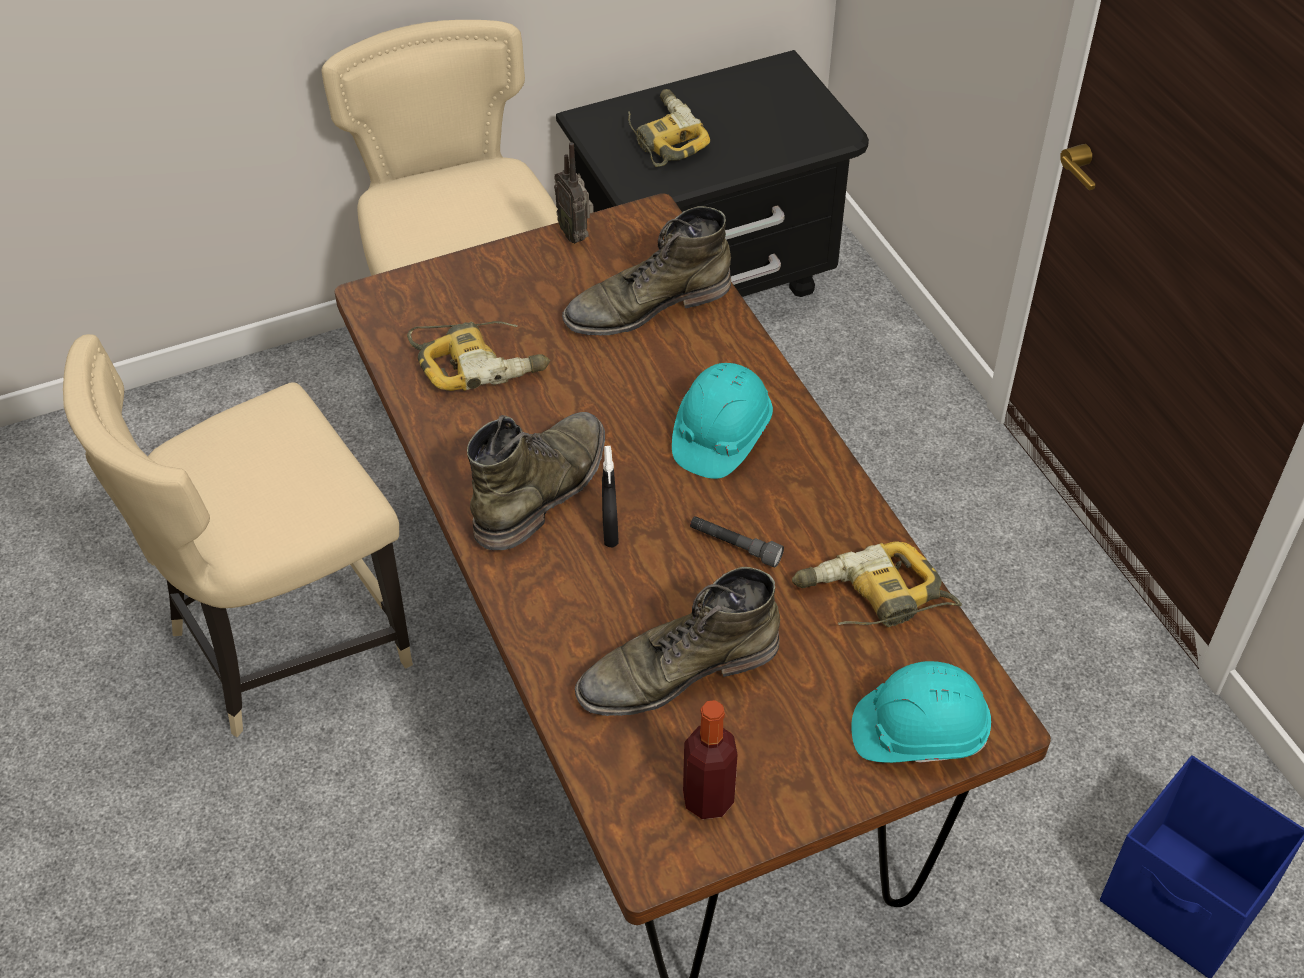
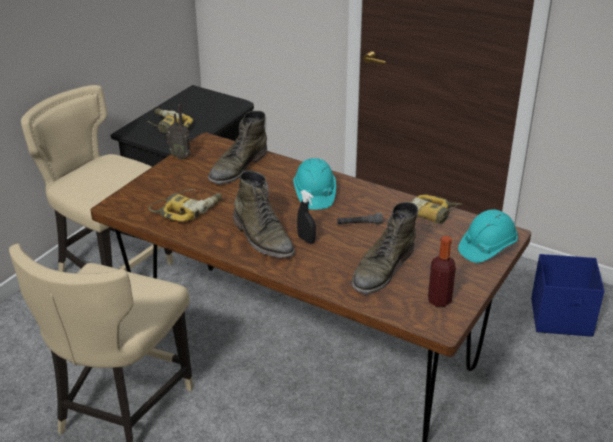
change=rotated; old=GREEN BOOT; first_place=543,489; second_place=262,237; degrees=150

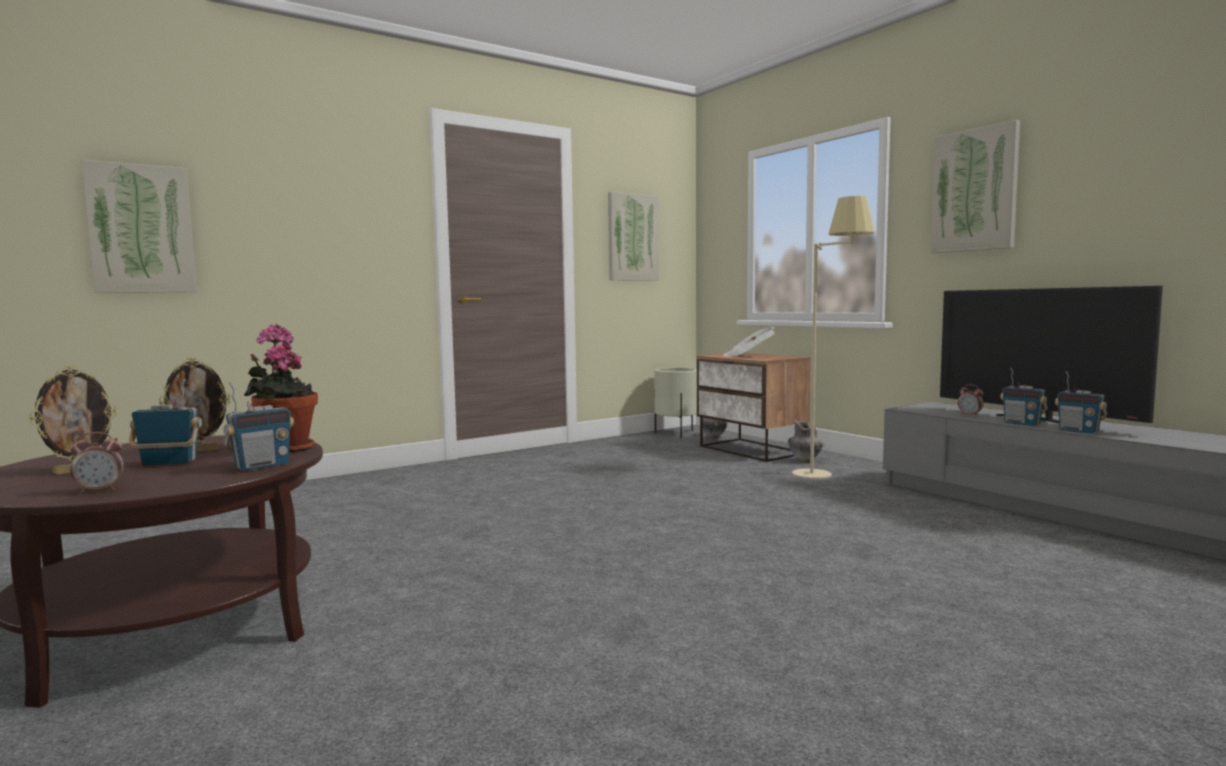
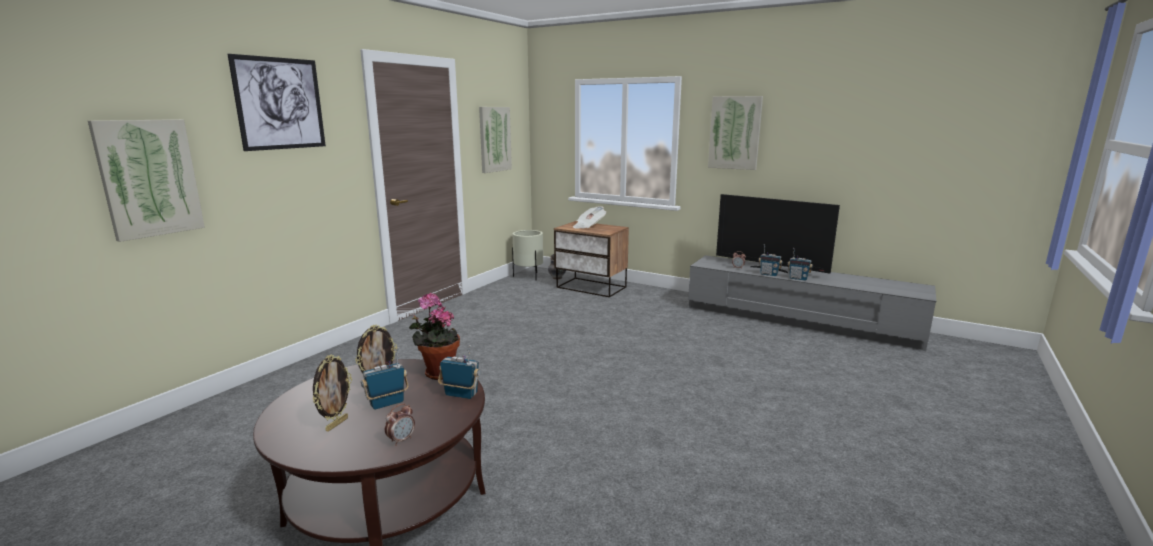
change=gone; old=BEIGE FLOOR LAMP; first_place=830,474
change=rotated; old=RADIO; first_place=262,466; second_place=461,395; degrees=-90
change=gone; old=GREY VASE; first_place=805,461
change=new; new=PICTURE; second_place=280,103

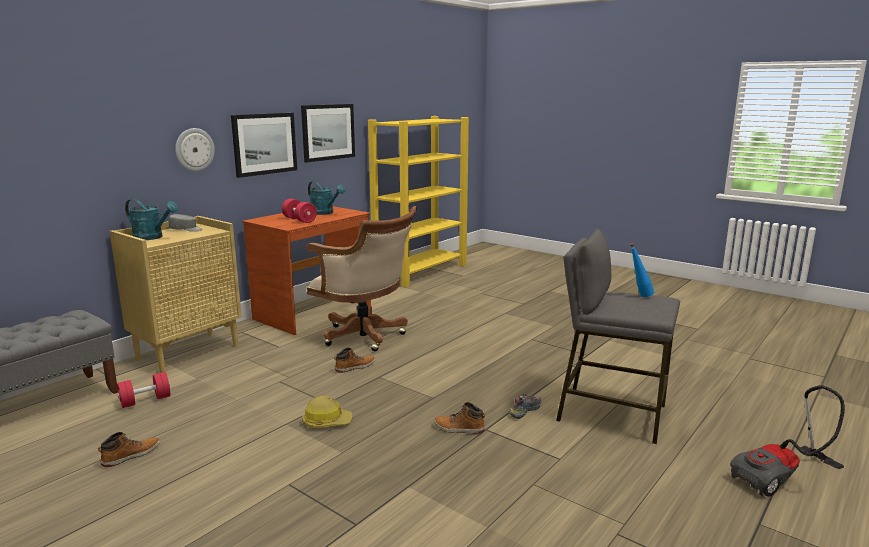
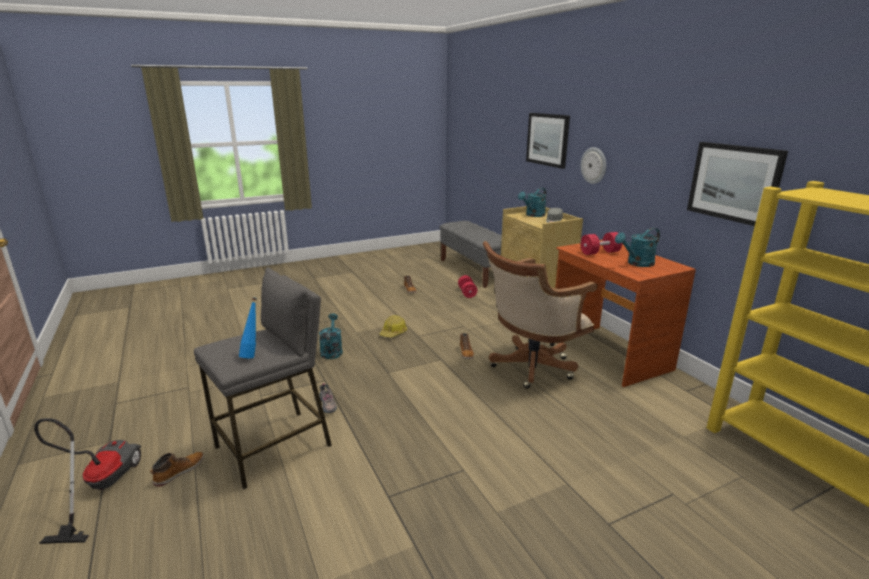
change=shifted; old=PICTURE; first_place=264,144; second_place=547,139
change=shifted; old=BOOT; first_place=459,429; second_place=179,471
change=new; new=TURQUOISE WATERING CAN; second_place=331,351

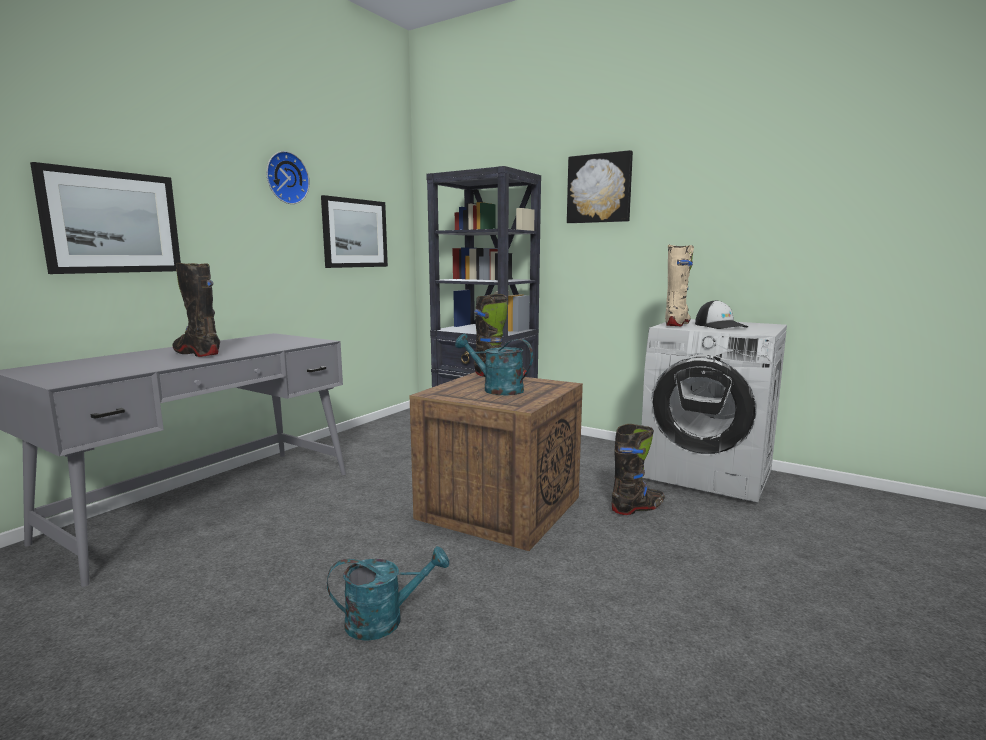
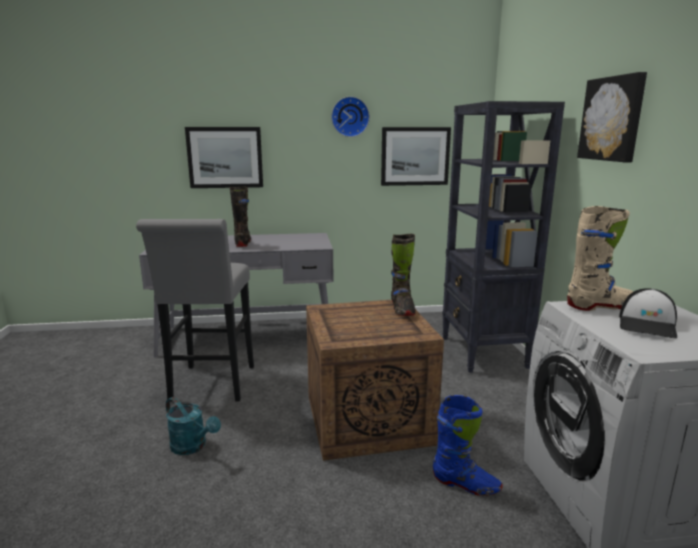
change=gone; old=TURQUOISE WATERING CAN; first_place=496,389
change=repainted; old=BLACK BOOT; new=BLUE BOOT; first_place=638,508; second_place=465,484
change=new; new=GREY STOOL; second_place=211,386

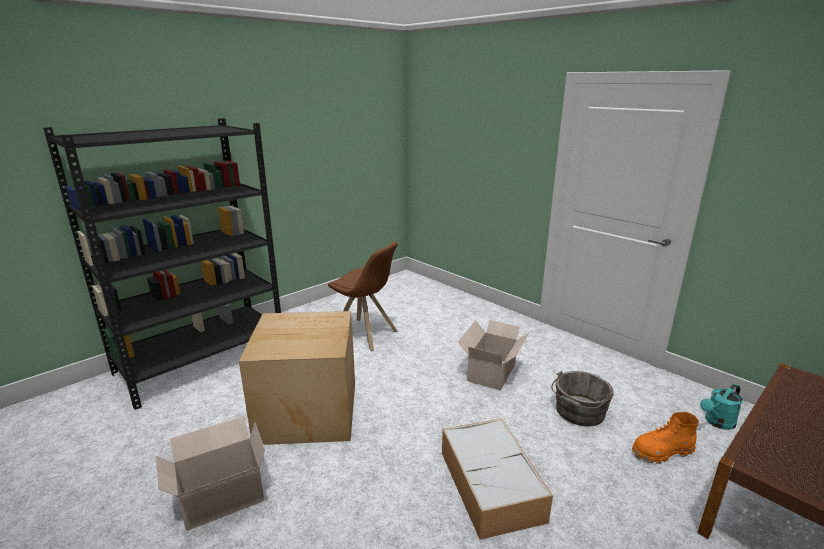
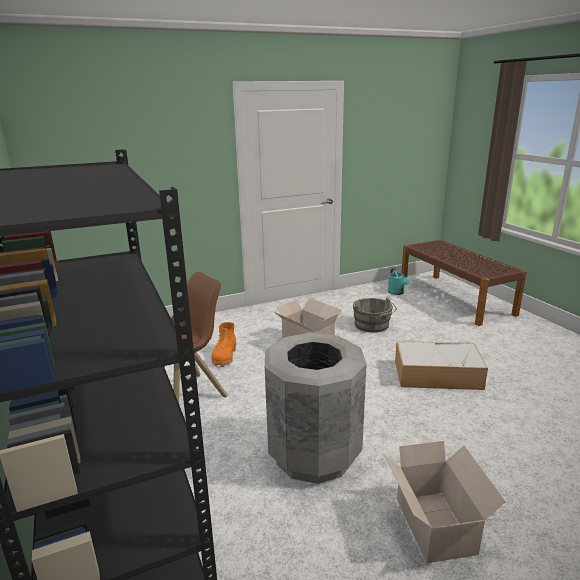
change=swapped; old=CARDBOARD BOX; new=GREY TRASH CAN; first_place=307,411; second_place=313,454
change=shifted; old=ORANGE BOOT; first_place=661,452; second_place=224,356

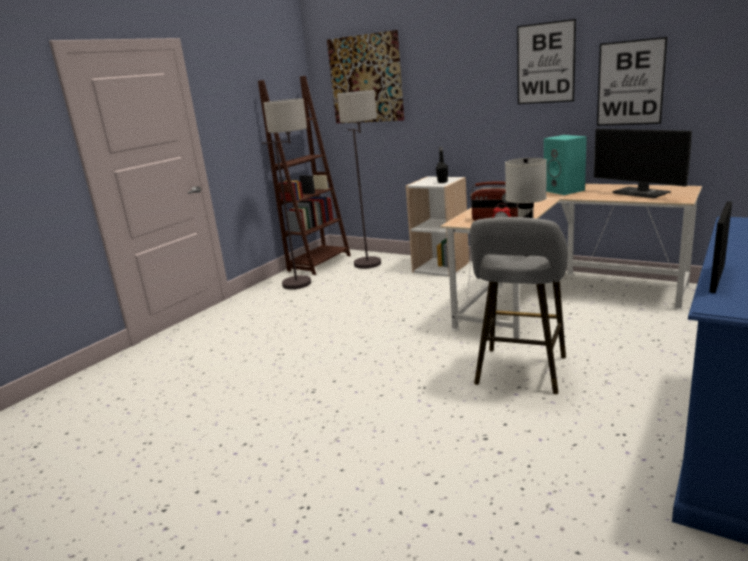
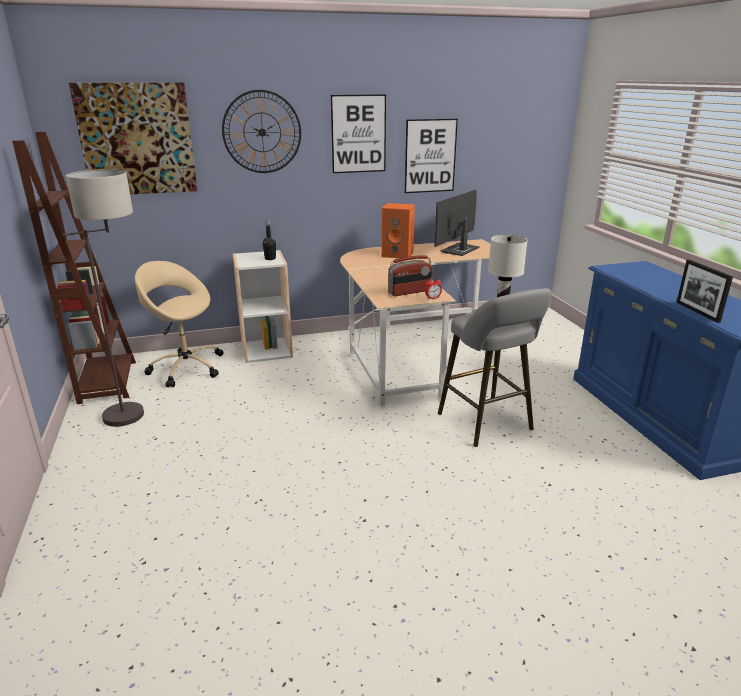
change=swapped; old=GREY FLOOR LAMP; new=BEIGE OFFICE CHAIR; first_place=371,266; second_place=185,368
change=rotated; old=MONITOR; first_place=642,193; second_place=459,250; degrees=120
change=repainted; old=TURQUOISE SPEAKER; new=ORANGE SPEAKER; first_place=565,190; second_place=398,254
change=new; new=WALL CLOCK; second_place=262,132

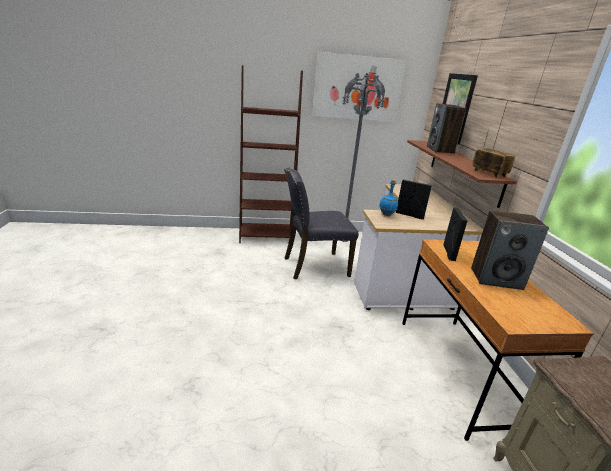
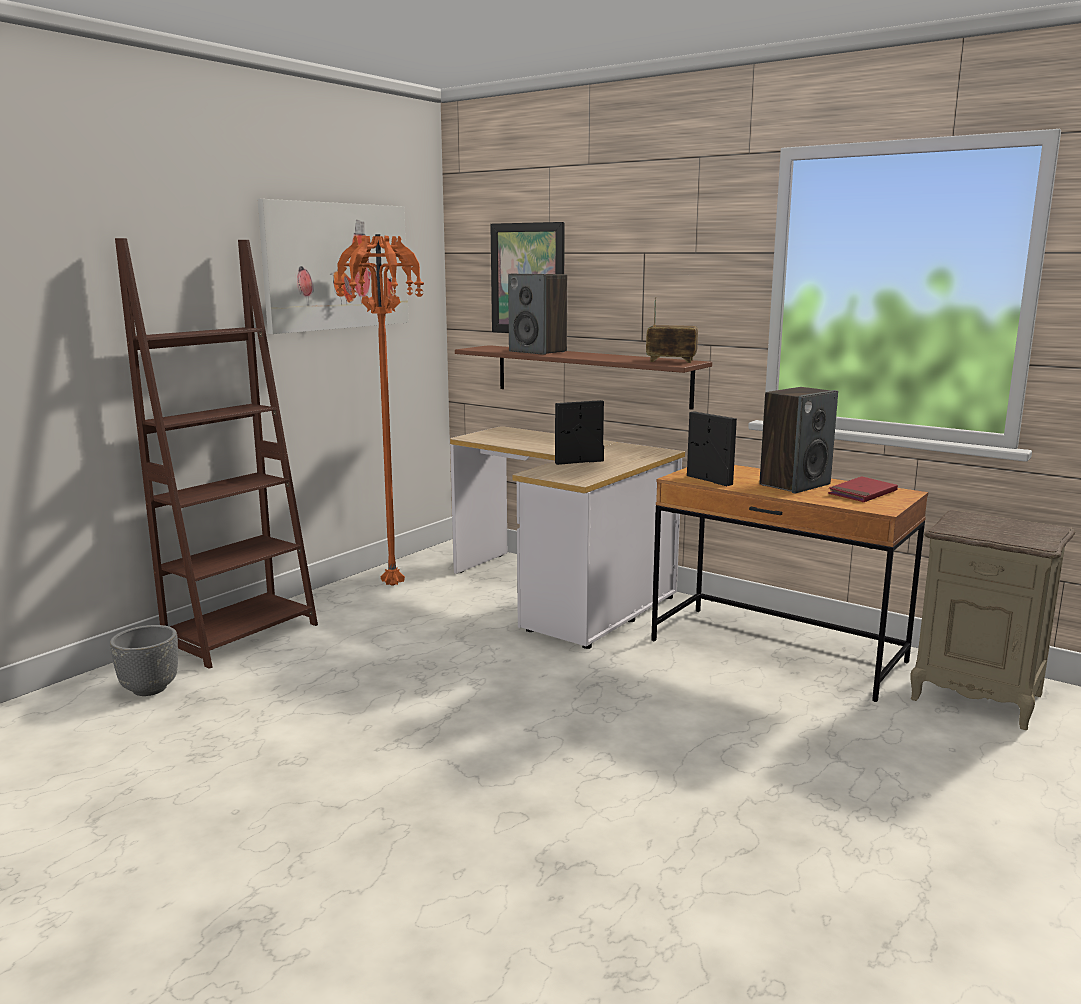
change=repainted; old=GREY FLOOR LAMP; new=ORANGE FLOOR LAMP; first_place=343,242; second_place=394,586
change=gone; old=GREY CHAIR; first_place=314,266
change=gone; old=BLUE BOTTLE; first_place=387,215
change=new; new=RED BOOK; second_place=862,493
change=new; new=GREY PLANTER; second_place=149,689

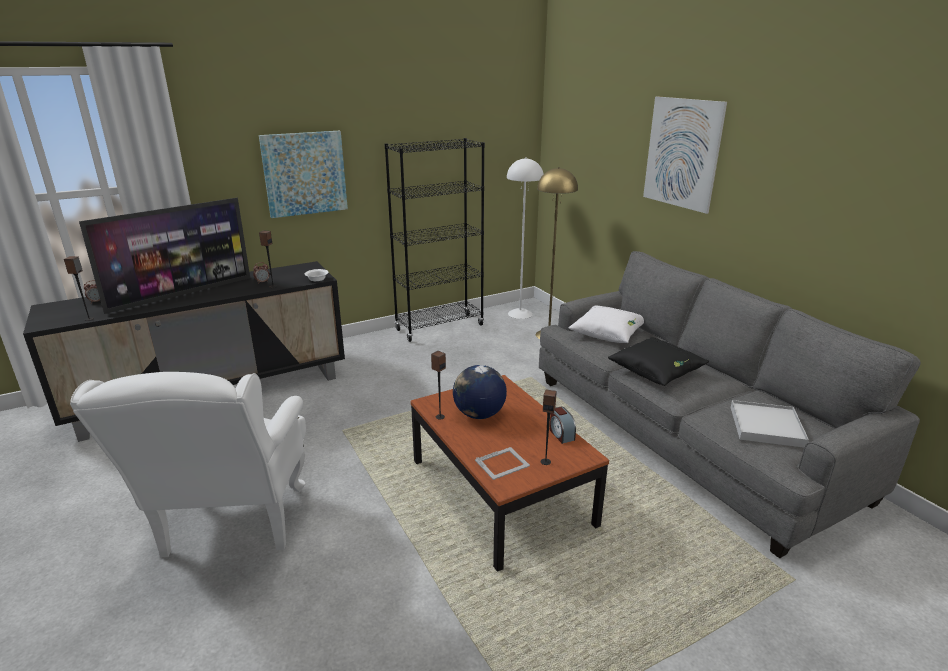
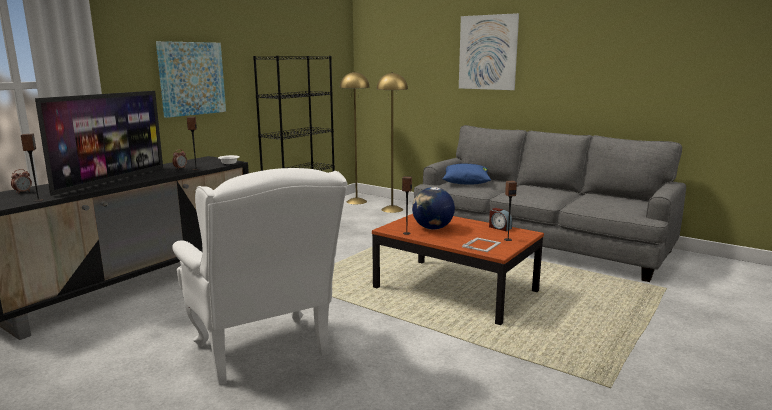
change=repainted; old=WHITE FLOOR LAMP; new=YELLOW FLOOR LAMP; first_place=520,313; second_place=356,201
change=repainted; old=WHITE PILLOW; new=BLUE PILLOW; first_place=607,334; second_place=465,182
change=gone; old=BLACK PILLOW; first_place=655,372
change=gone; old=WHITE TRAY; first_place=766,426

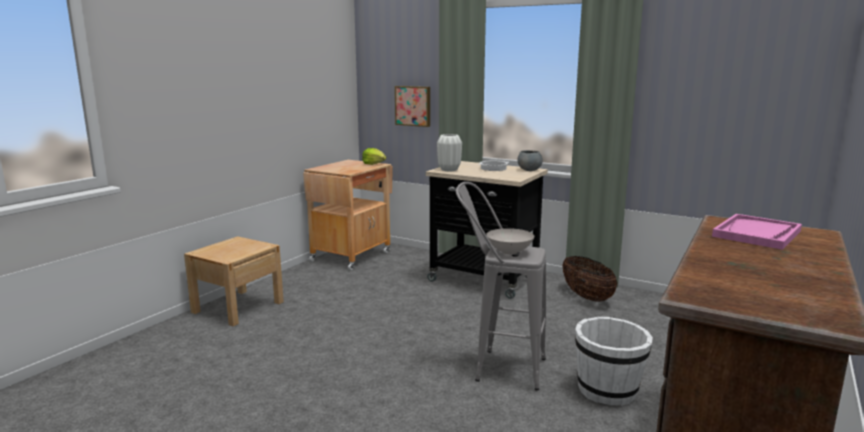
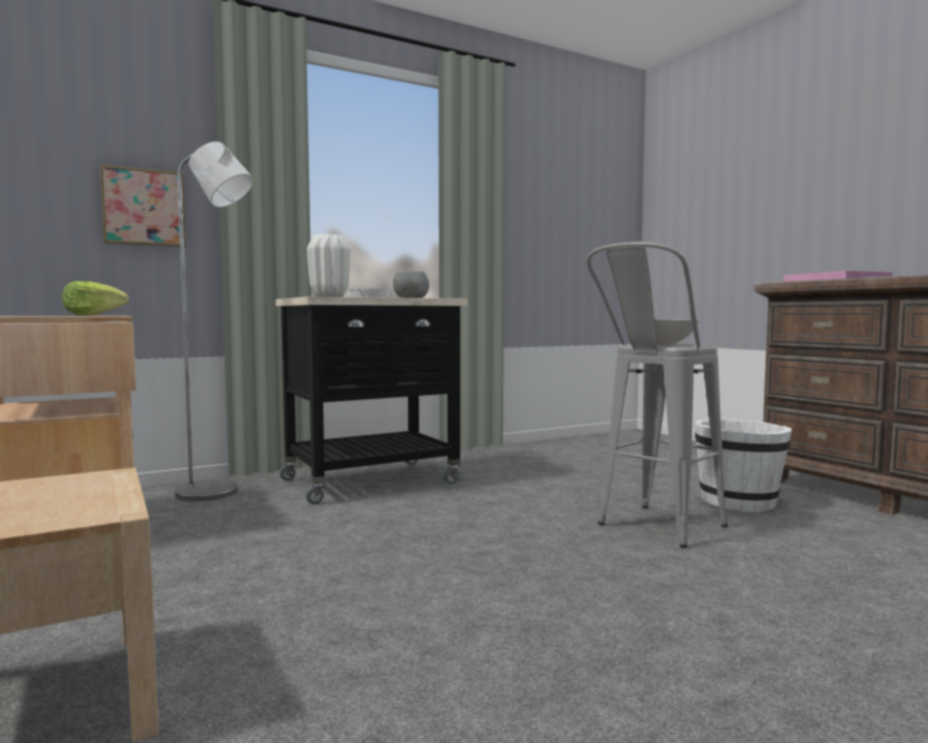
change=gone; old=BASKET; first_place=587,297
change=new; new=GREY FLOOR LAMP; second_place=218,493

